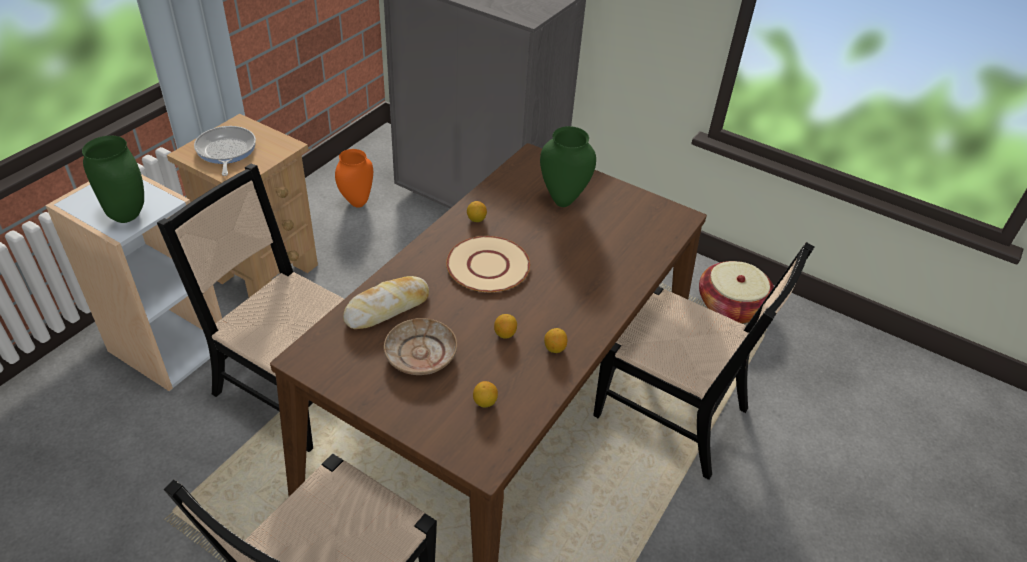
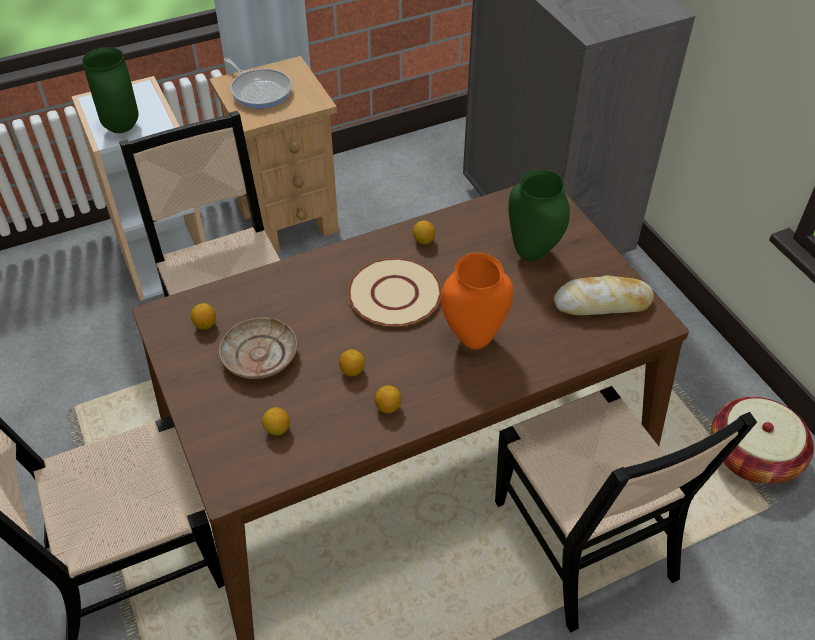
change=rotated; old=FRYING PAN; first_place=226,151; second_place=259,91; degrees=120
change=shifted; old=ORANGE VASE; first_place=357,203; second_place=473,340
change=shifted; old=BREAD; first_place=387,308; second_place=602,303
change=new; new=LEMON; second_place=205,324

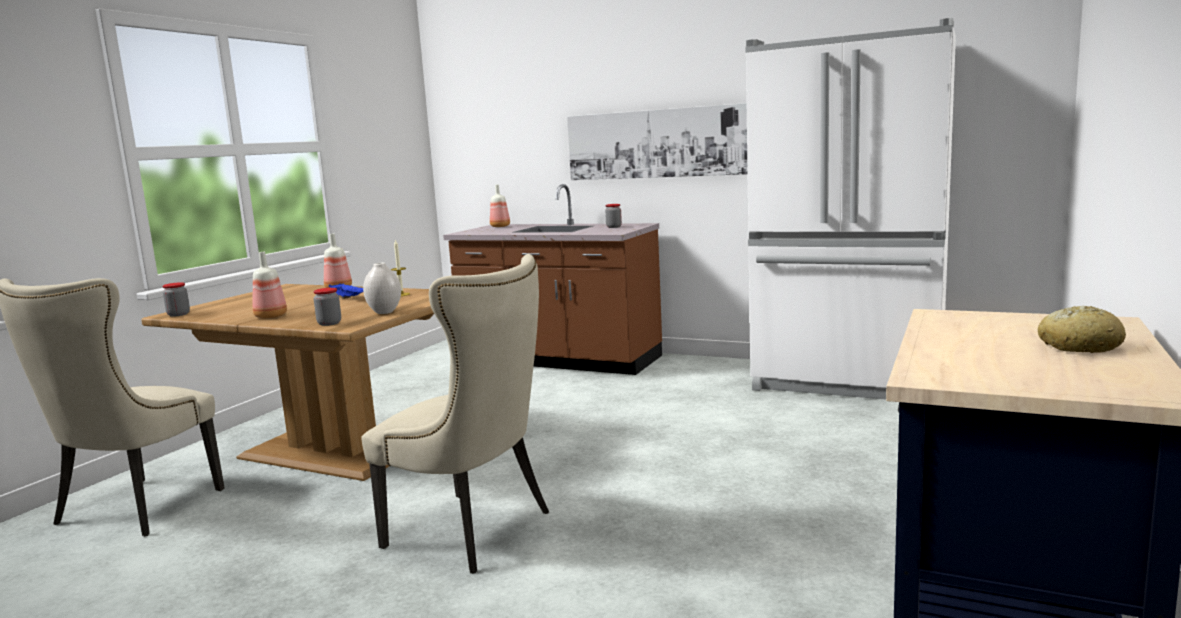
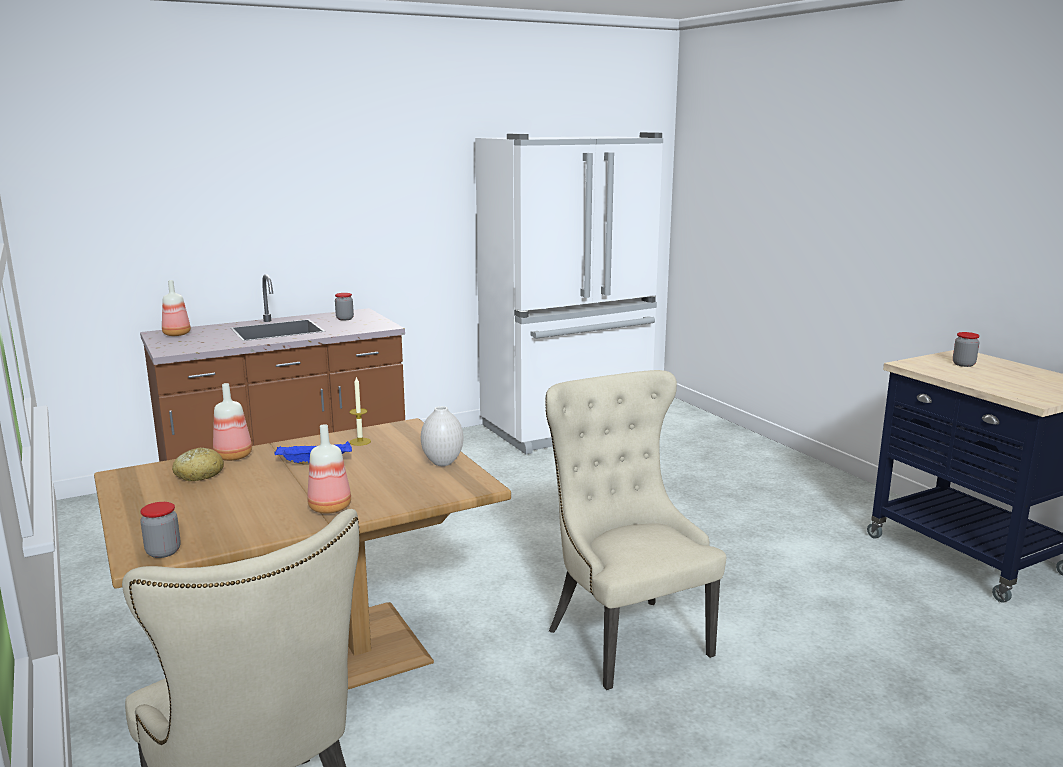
change=gone; old=PICTURE; first_place=658,143
change=rotated; old=BEIGE CHAIR; first_place=472,531; second_place=627,640; degrees=-90
change=shifted; old=JAR; first_place=329,323; second_place=963,364
change=shifted; old=BREAD; first_place=1078,346; second_place=198,474

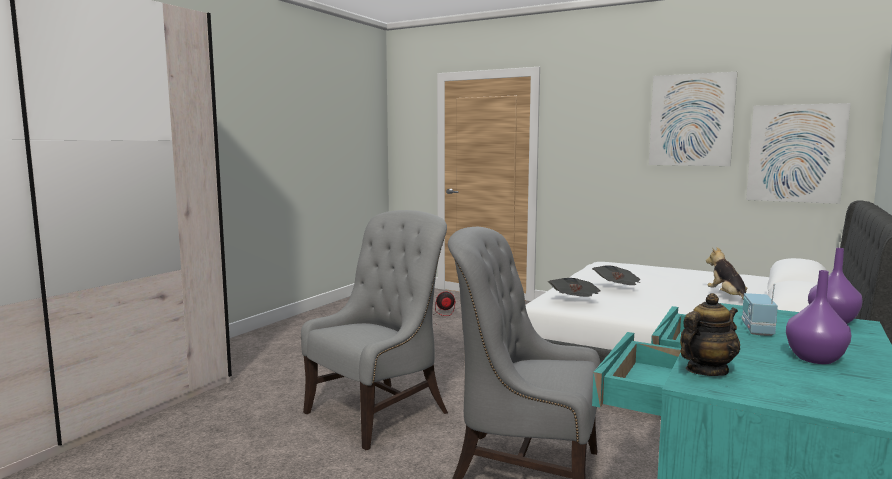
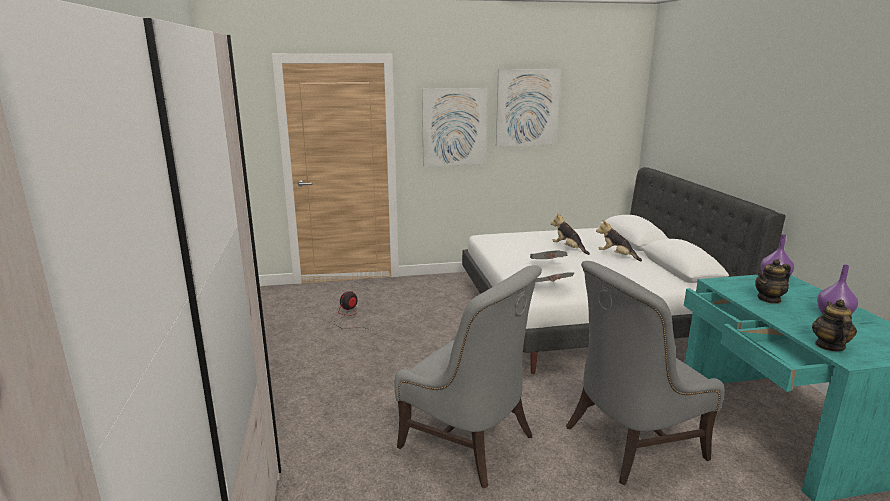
change=shifted; old=PICTURE; first_place=796,153; second_place=454,127
change=rotated; old=GREY CHAIR; first_place=379,412; second_place=469,441; degrees=120
change=swapped; old=RADIO; new=TEAPOT; first_place=756,329; second_place=769,299
change=new; new=PLUSH TOY; second_place=568,249

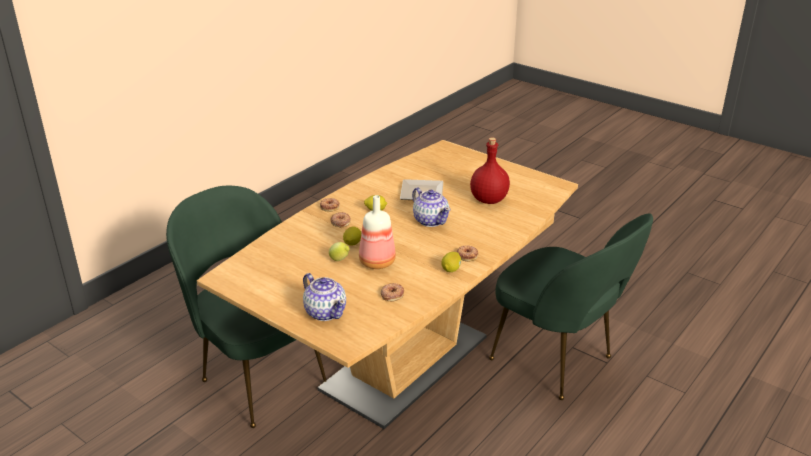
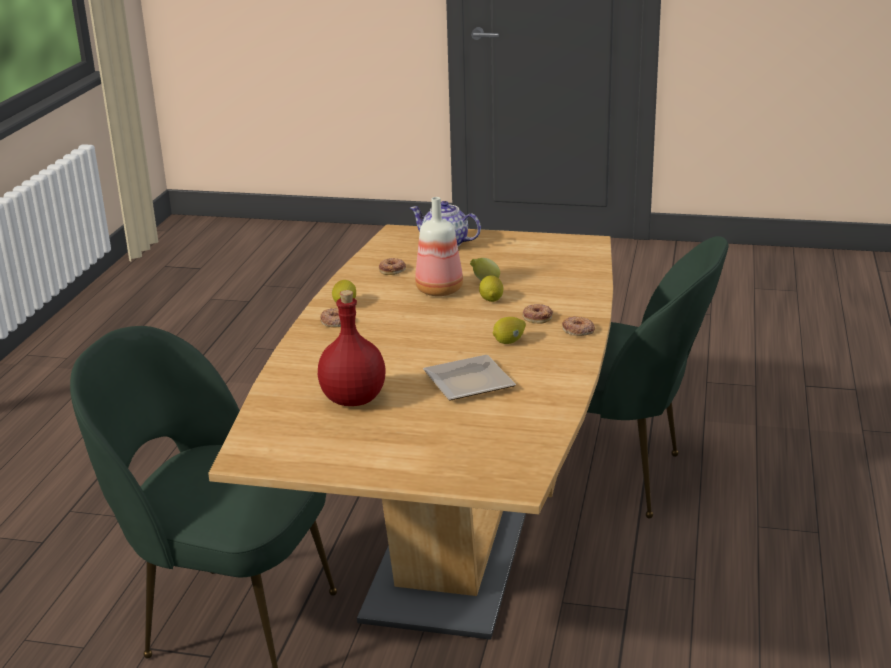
change=gone; old=TEAPOT; first_place=430,220

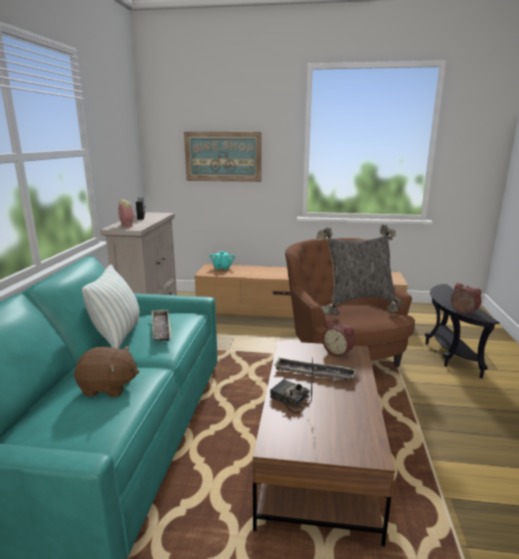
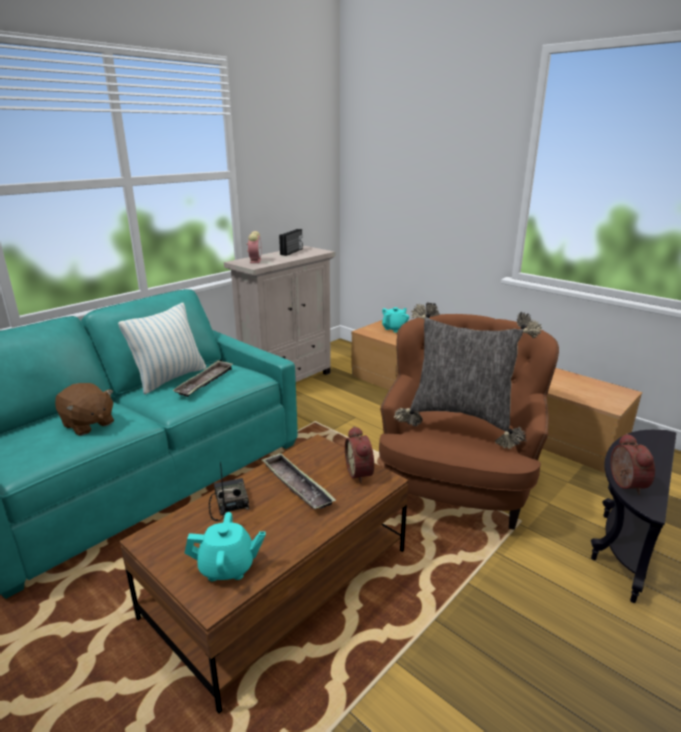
change=gone; old=PICTURE; first_place=223,156
change=new; new=TURQUOISE TEAPOT; second_place=227,567

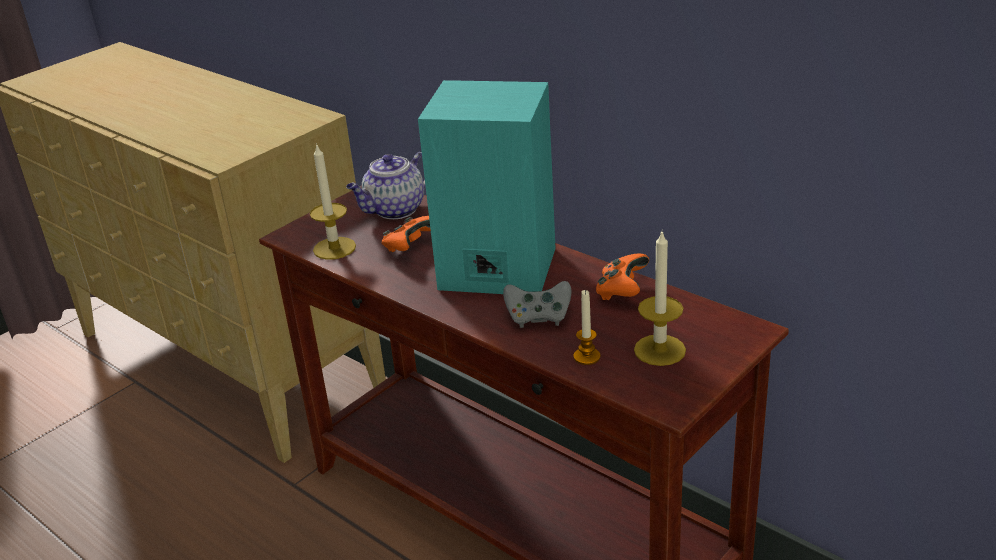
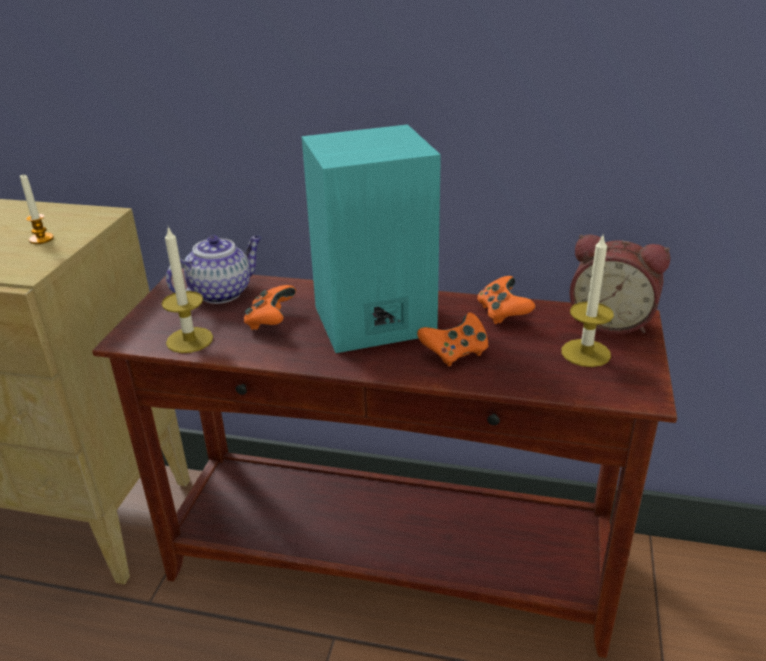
change=rotated; old=TEAPOT; first_place=394,210; second_place=221,292; degrees=-150
change=repainted; old=GREY GAME CONTROLLER; new=ORANGE GAME CONTROLLER; first_place=538,317; second_place=455,353
change=shifted; old=CANDLE; first_place=587,357; second_place=41,239
change=new; new=ALARM CLOCK; second_place=611,321

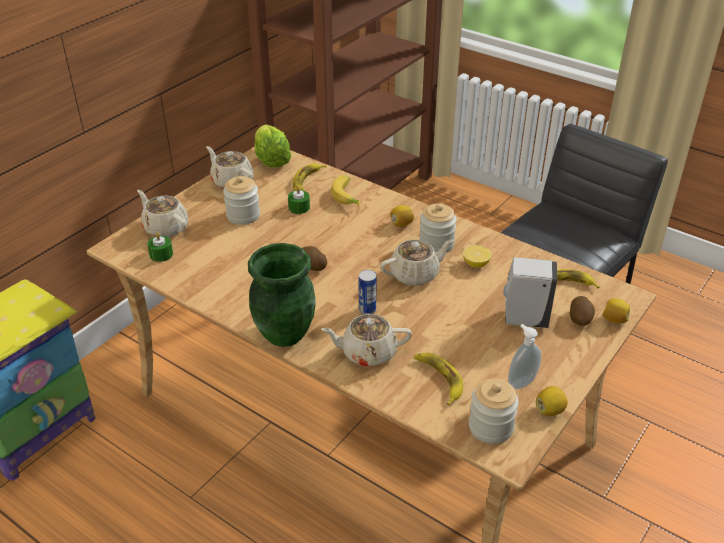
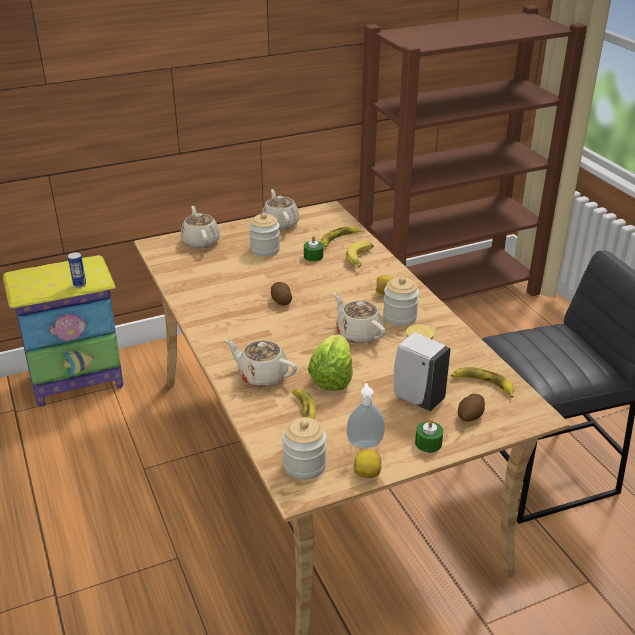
change=shifted; old=LETTUCE; first_place=271,159; second_place=332,378
change=shifted; old=GREEN CANDLE; first_place=161,254; second_place=428,443
change=rotated; old=BEIGE TEAPOT; first_place=415,274; second_place=358,333; degrees=-135
change=gone; old=GREEN VASE; first_place=285,333
change=shifted; old=CAN; first_place=367,310; second_place=79,284
change=gone; old=LEMON; first_place=614,319

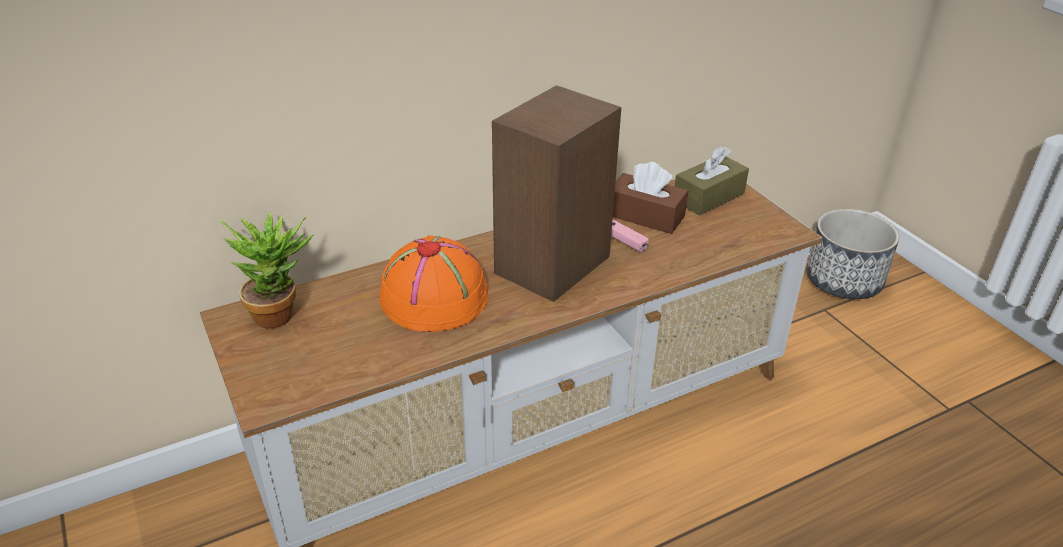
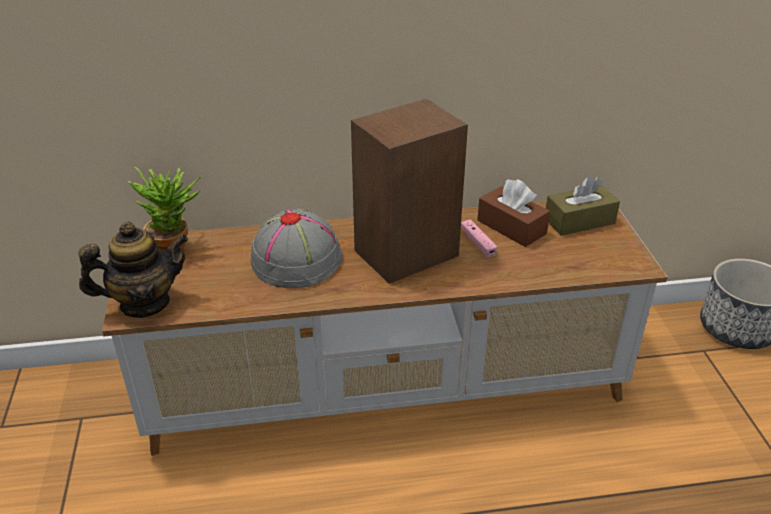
change=repainted; old=ORANGE HAT; new=GREY HAT; first_place=435,296; second_place=297,259
change=new; new=TEAPOT; second_place=144,303

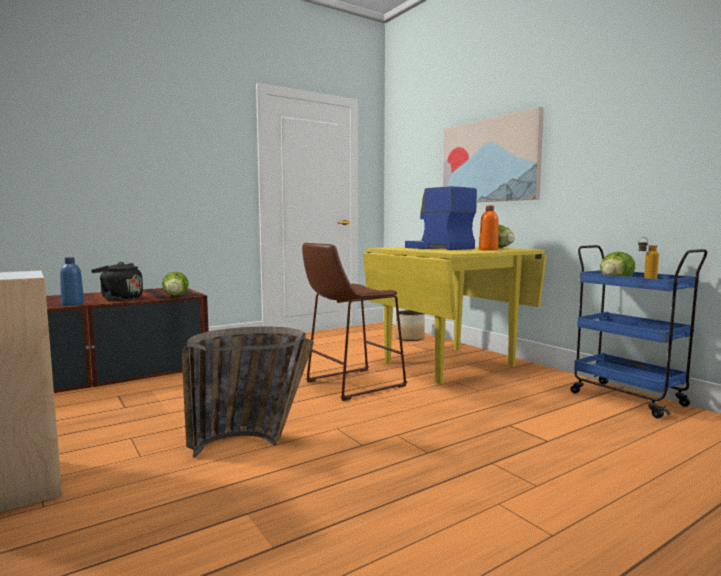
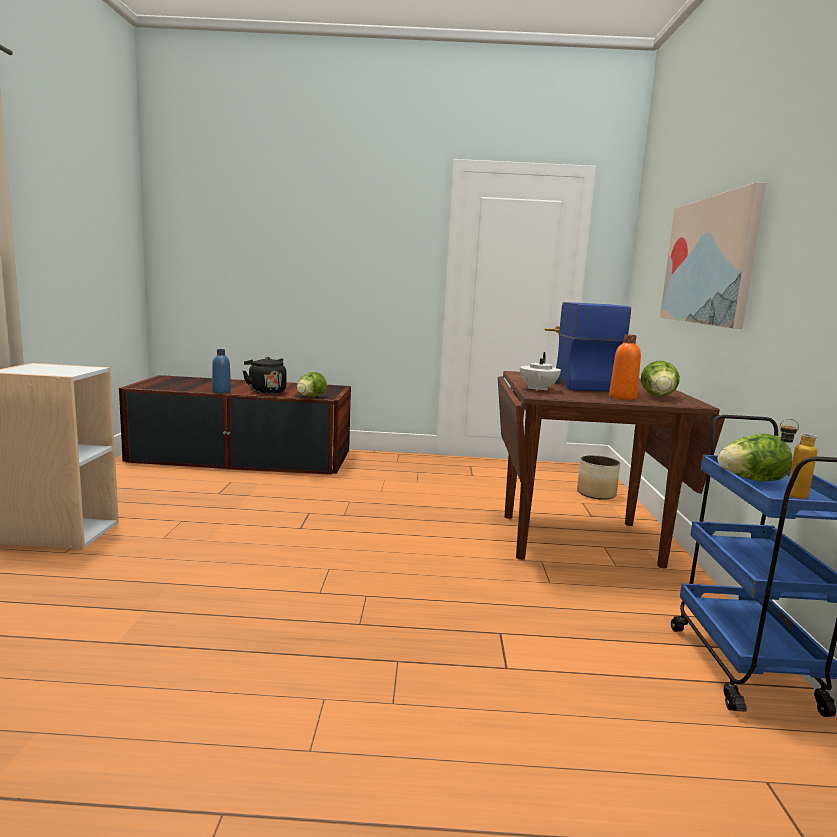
change=gone; old=BROWN STOOL; first_place=350,384
change=repainted; old=YELLOW DINING TABLE; new=BROWN DINING TABLE; first_place=449,364; second_place=579,540
change=gone; old=BASKET; first_place=252,444
change=new; new=WHITE TEAPOT; second_place=537,389

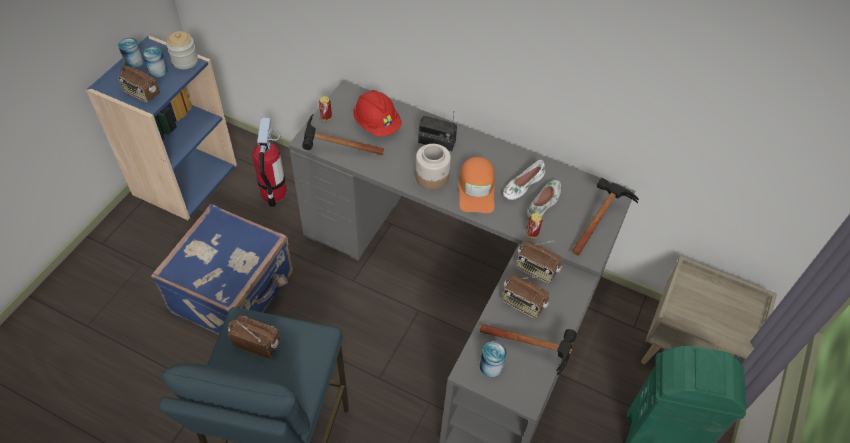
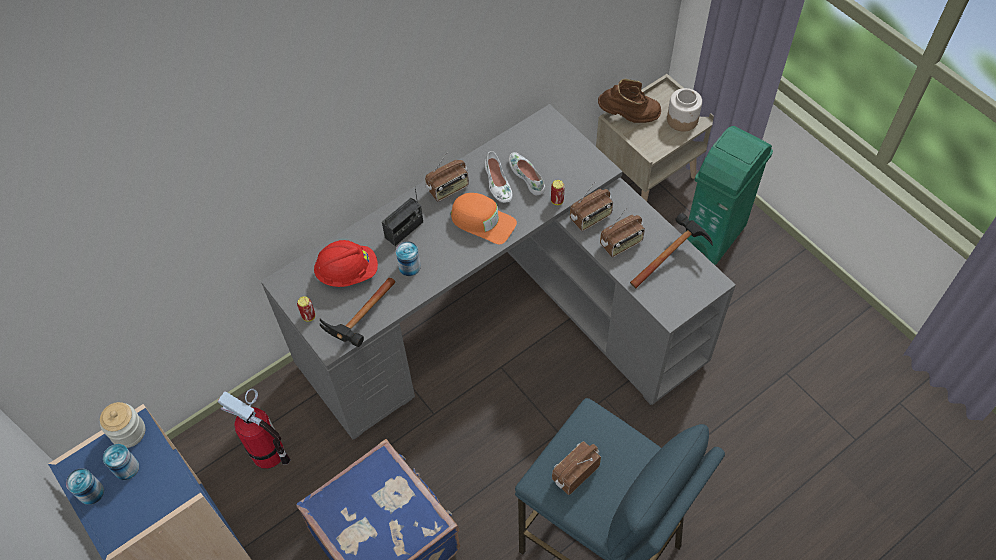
change=shifted; old=RADIO; first_place=141,94; second_place=448,189
change=shifted; old=JAR; first_place=432,177; second_place=682,119
change=gone; old=HAMMER; first_place=599,219
change=shifted; old=CAN; first_place=491,366; second_place=409,266
change=new; new=BROWN BOOT; second_place=628,117

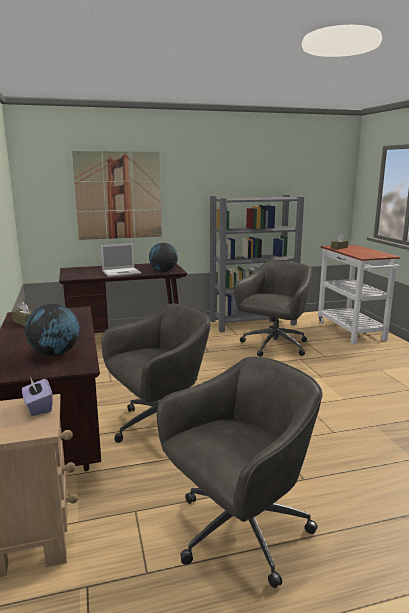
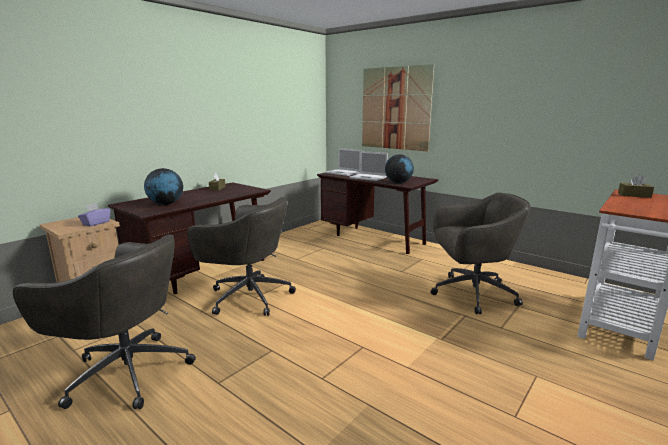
change=gone; old=GREY BOOKCASE; first_place=252,323
change=new; new=LAPTOP; second_place=343,173

